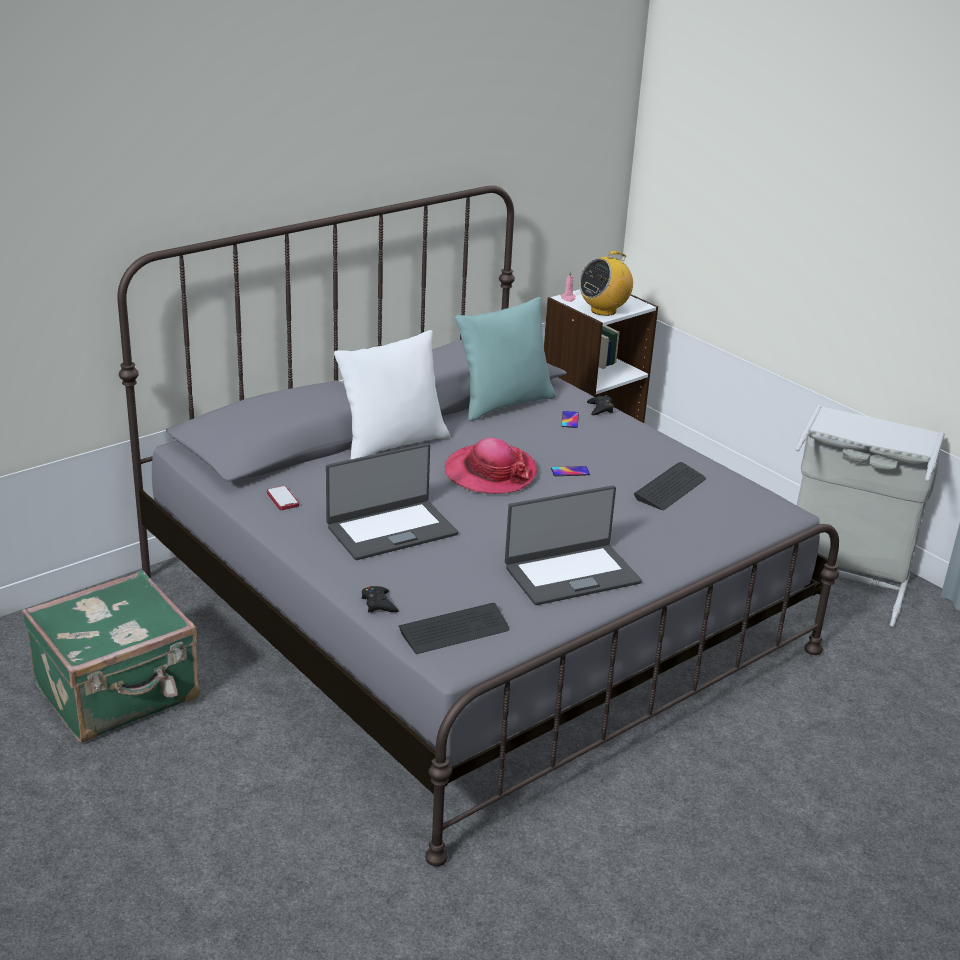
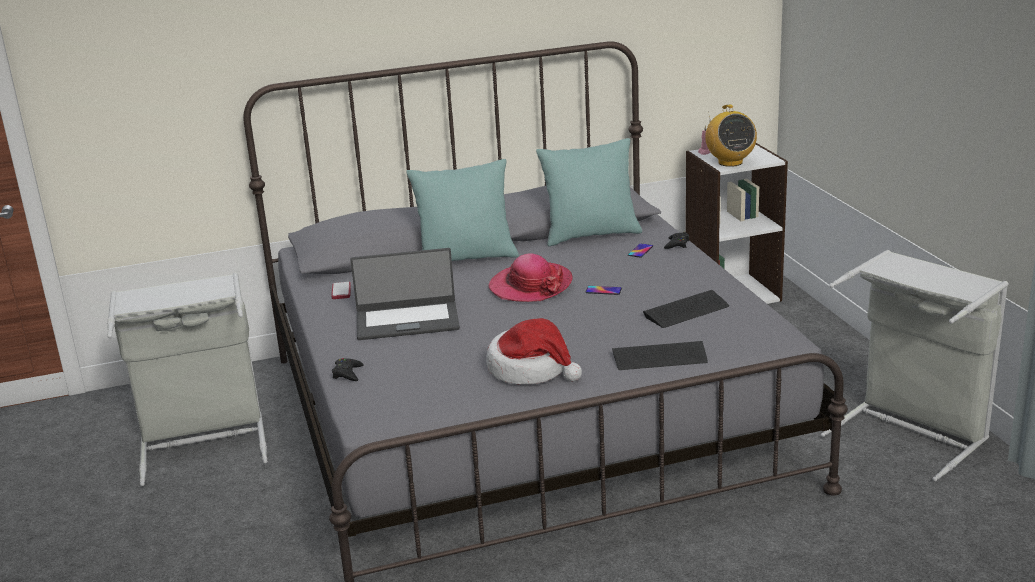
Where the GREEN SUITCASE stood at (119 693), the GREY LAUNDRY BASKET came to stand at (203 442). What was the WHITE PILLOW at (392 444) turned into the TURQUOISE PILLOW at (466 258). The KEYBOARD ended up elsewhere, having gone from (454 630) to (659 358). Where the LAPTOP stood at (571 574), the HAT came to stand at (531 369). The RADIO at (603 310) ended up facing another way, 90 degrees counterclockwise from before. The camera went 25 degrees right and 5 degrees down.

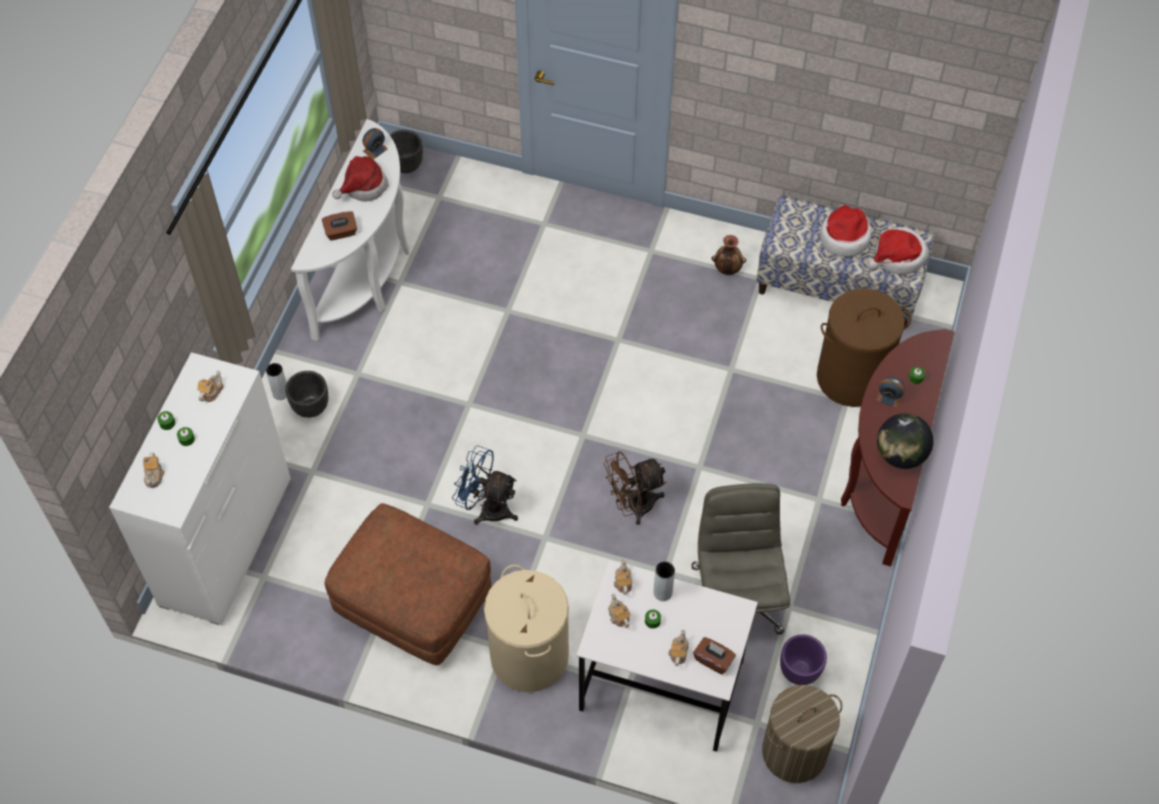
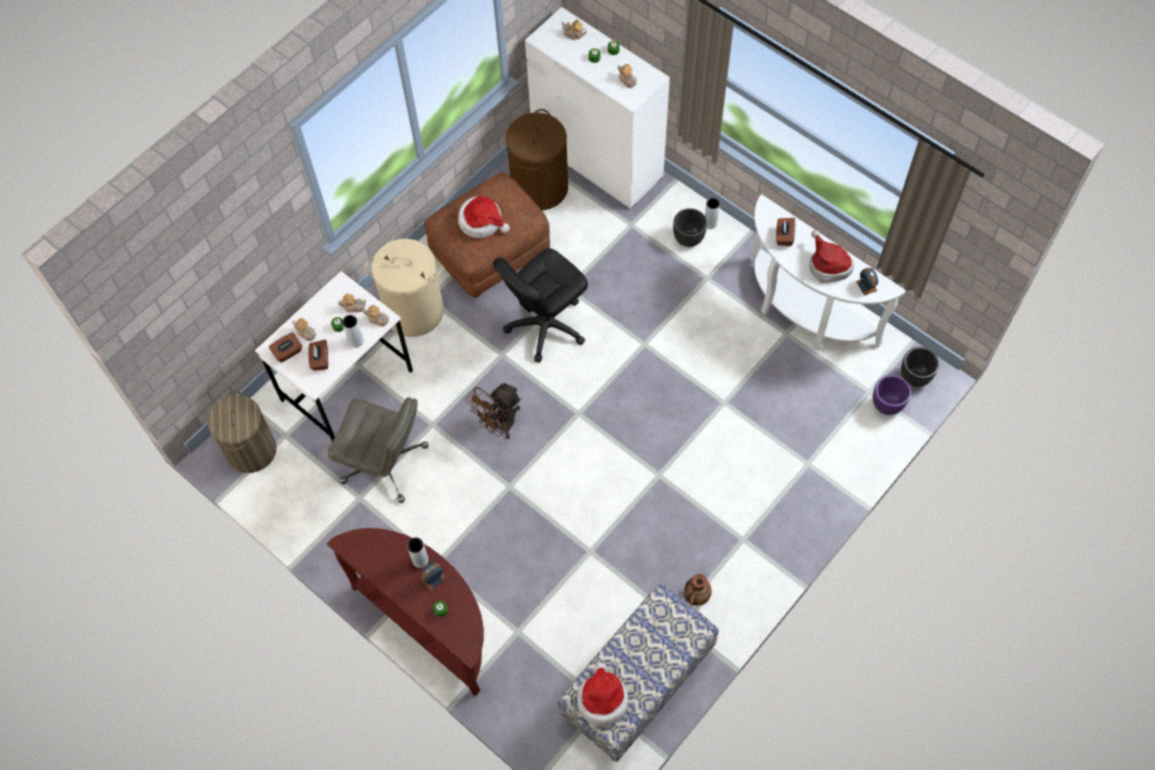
Where the BLUE FAN stood at (487 508), the BLACK OFFICE CHAIR came to stand at (545 325). The BROWN FAN at (633 505) ended up facing another way, 135 degrees counterclockwise from before. The PURPLE PLANTER ended up elsewhere, having gone from (799 672) to (886 405). The BROWN LAUNDRY BASKET ended up elsewhere, having gone from (851 378) to (539 187). The HAT ended up elsewhere, having gone from (844 237) to (482 222). The second view lost the GLOBE at (900 455). The second view gained the BROWN TISSUE BOX at (320 360). The second view gained the GREY VASE at (420 560). The camera went 115 degrees right and 5 degrees up.

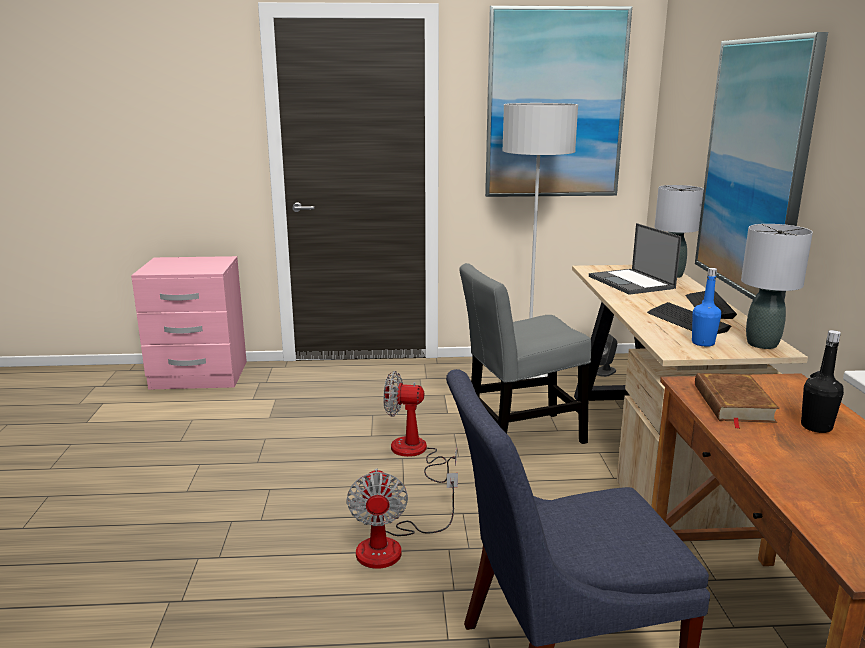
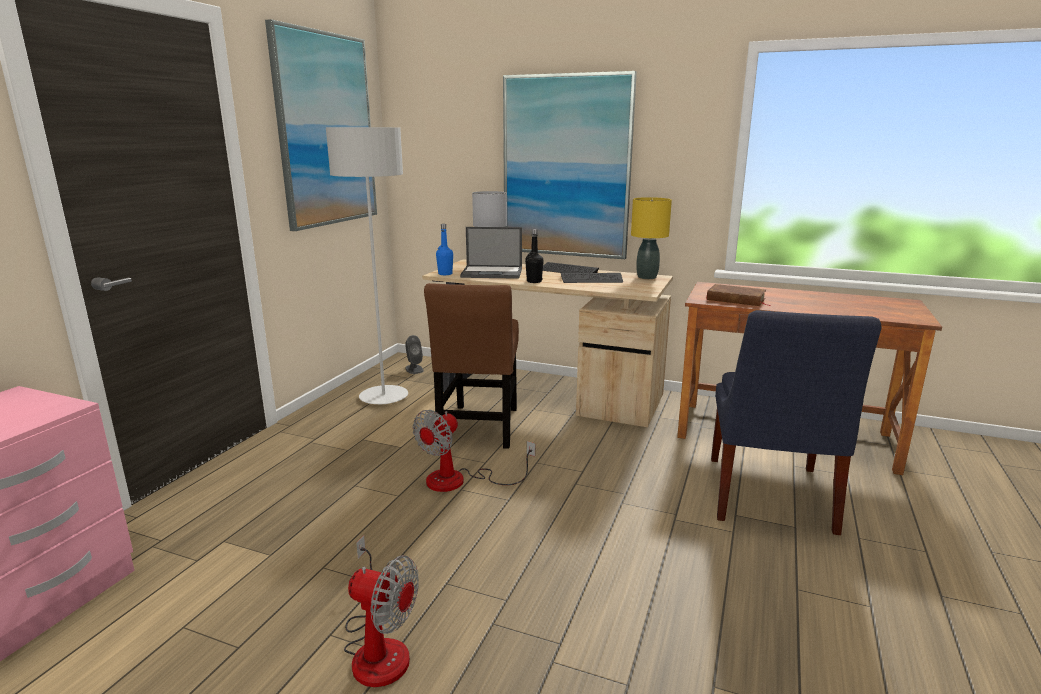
The FAN ended up elsewhere, having gone from (392 546) to (378 647). What was the GREY CHAIR at (519 436) turned into the BROWN CHAIR at (479 428). The BLUE BOTTLE ended up elsewhere, having gone from (703 343) to (445 274). What was the GREY TABLE LAMP at (762 344) turned into the YELLOW TABLE LAMP at (646 277). The BLACK BOTTLE ended up elsewhere, having gone from (816 427) to (534 281). The camera went 65 degrees left and 0 degrees up.

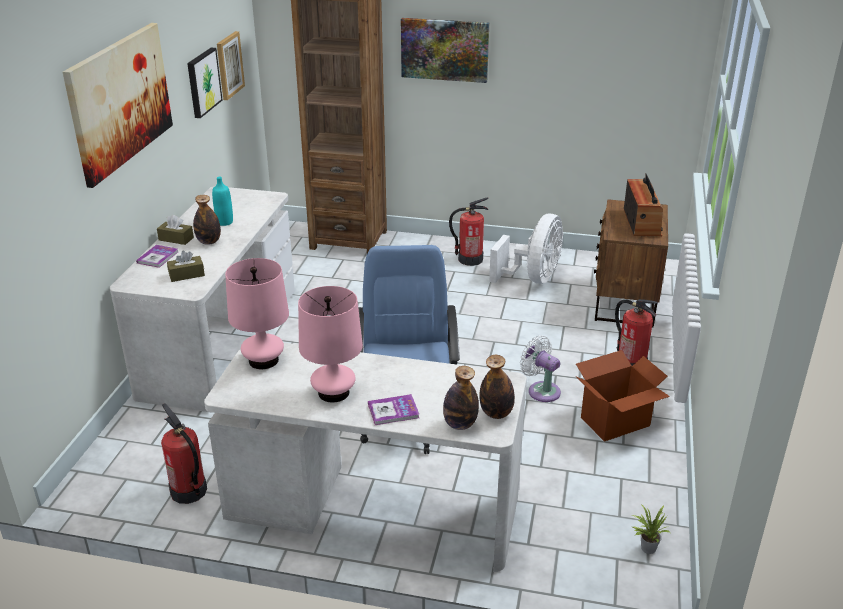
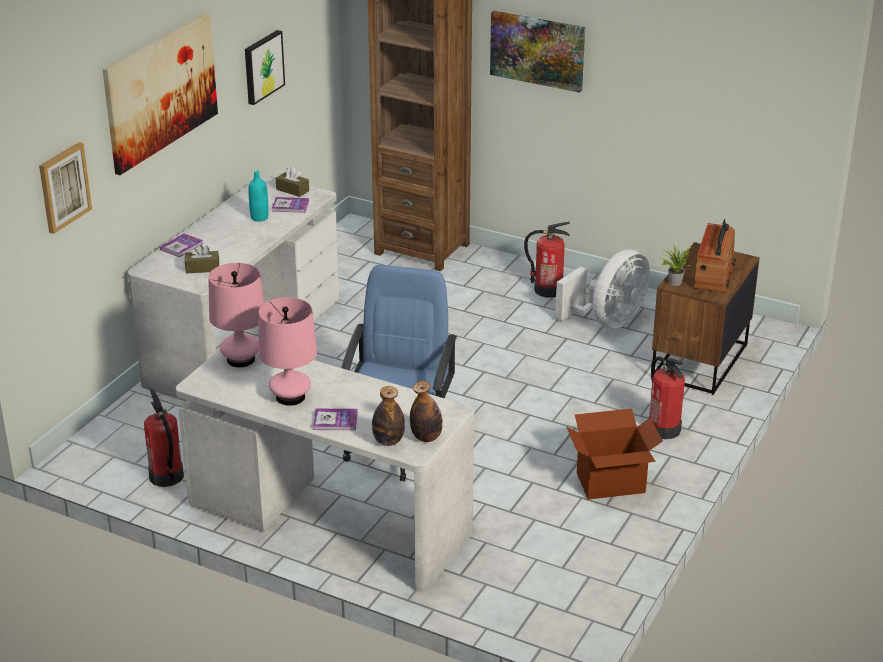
The BROWN TISSUE BOX ended up elsewhere, having gone from (176 239) to (292 190). The second view lost the BOTTLE at (209 242). The PICTURE ended up elsewhere, having gone from (229 65) to (64 187). The second view lost the WHITE FAN at (541 390). The POTTED PLANT ended up elsewhere, having gone from (646 547) to (673 282). The second view gained the BOOK at (290 206). The camera went 15 degrees right and 0 degrees up.

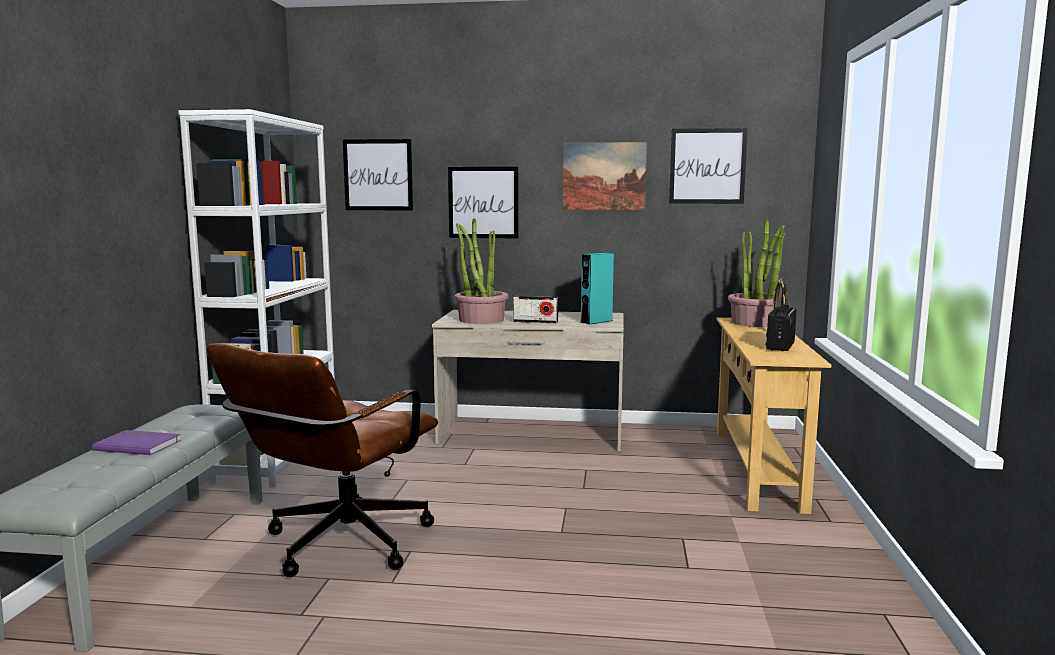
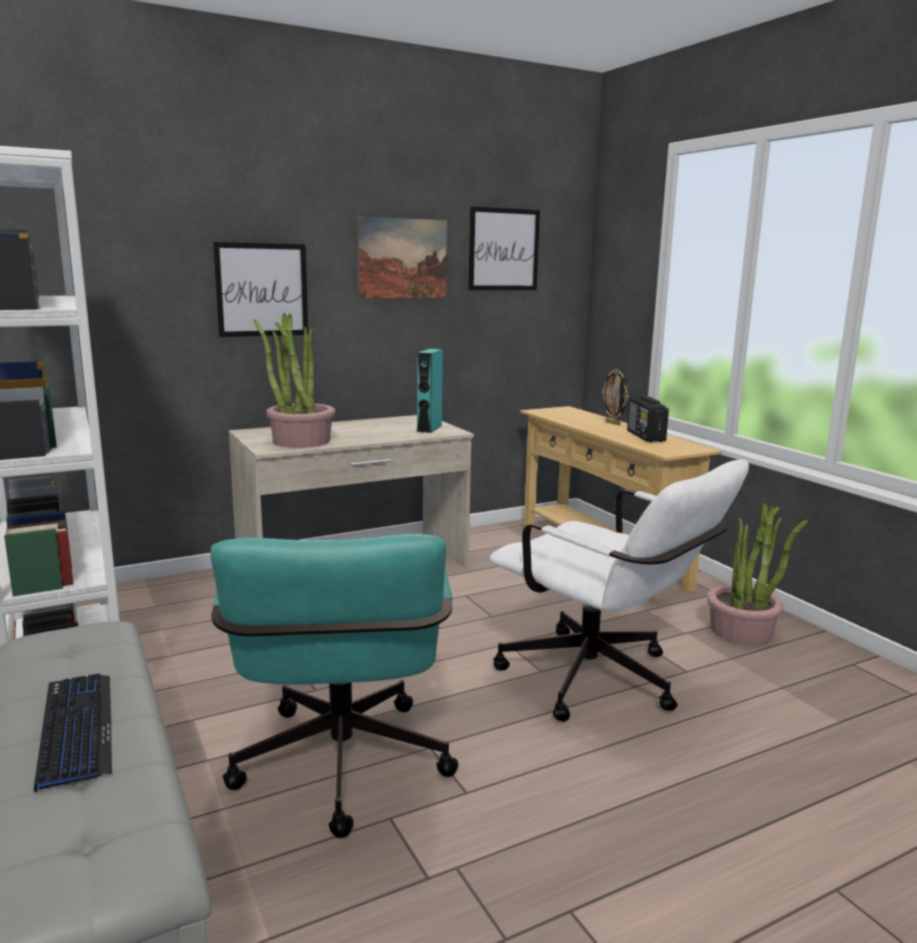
Where the PURPLE BOOK stood at (139 445), the KEYBOARD came to stand at (76 729). What was the BROWN OFFICE CHAIR at (337 547) turned into the TURQUOISE OFFICE CHAIR at (341 774). The second view lost the PICTURE at (378 175). The second view lost the RADIO at (535 322). The POTTED PLANT ended up elsewhere, having gone from (755 323) to (742 630). The second view gained the WHITE OFFICE CHAIR at (603 683). The camera went 35 degrees left and 5 degrees up.

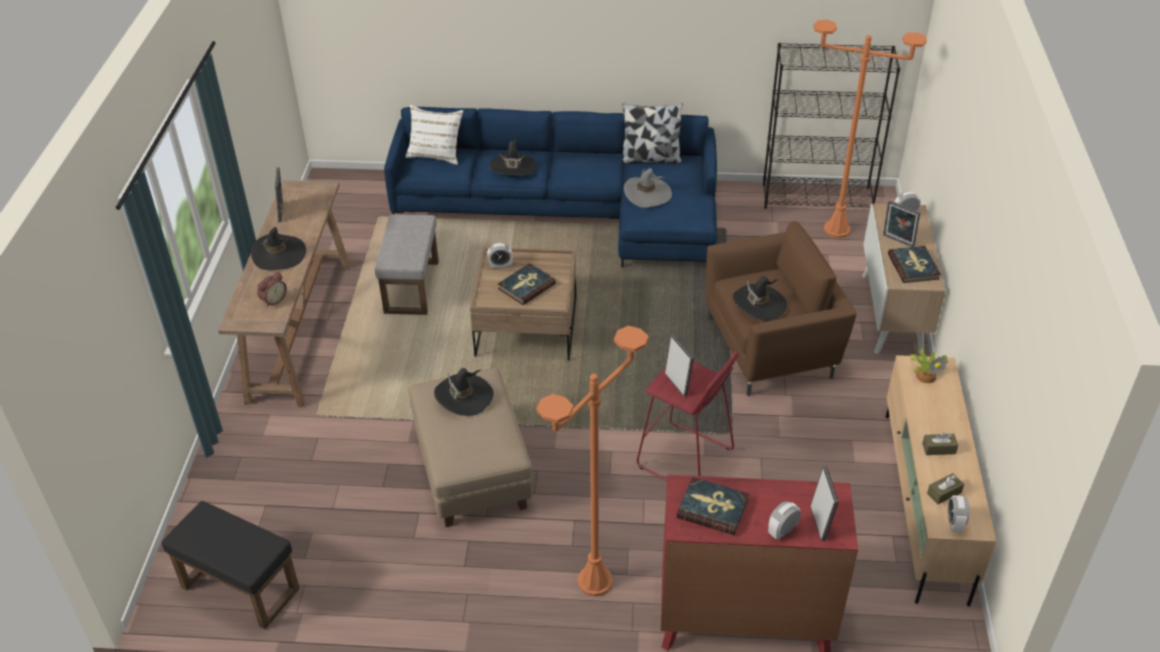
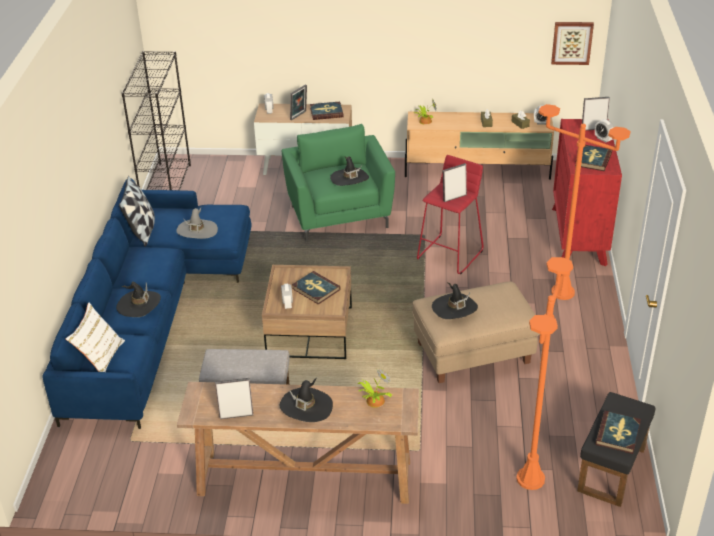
Where the ALARM CLOCK stood at (273 300), the POTTED PLANT came to stand at (374 401). What was the BROWN ARMCHAIR at (771 348) turned into the GREEN ARMCHAIR at (339 215). The ORANGE FLOOR LAMP ended up elsewhere, having gone from (837 229) to (530 478). The second view gained the PICTURE at (572 42). The second view gained the BOOK at (618 434). The camera went 90 degrees left and 5 degrees down.

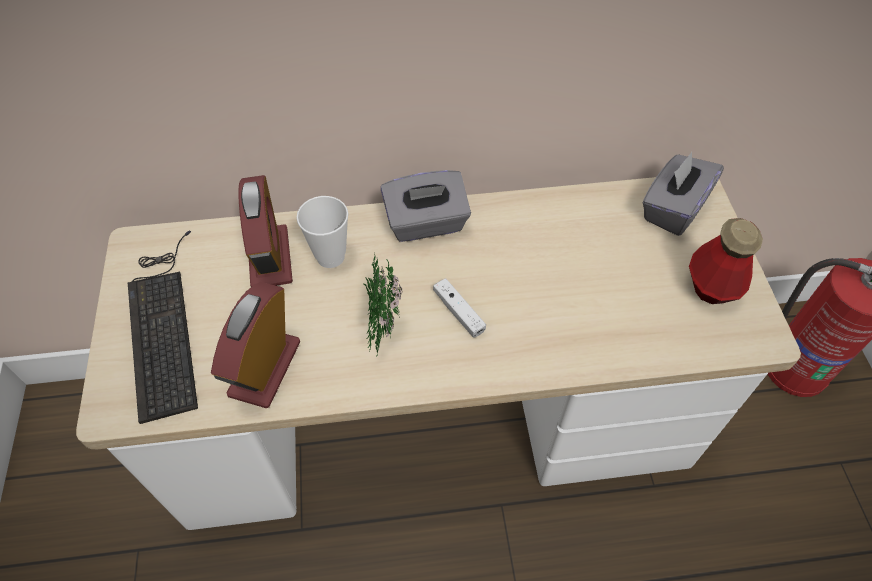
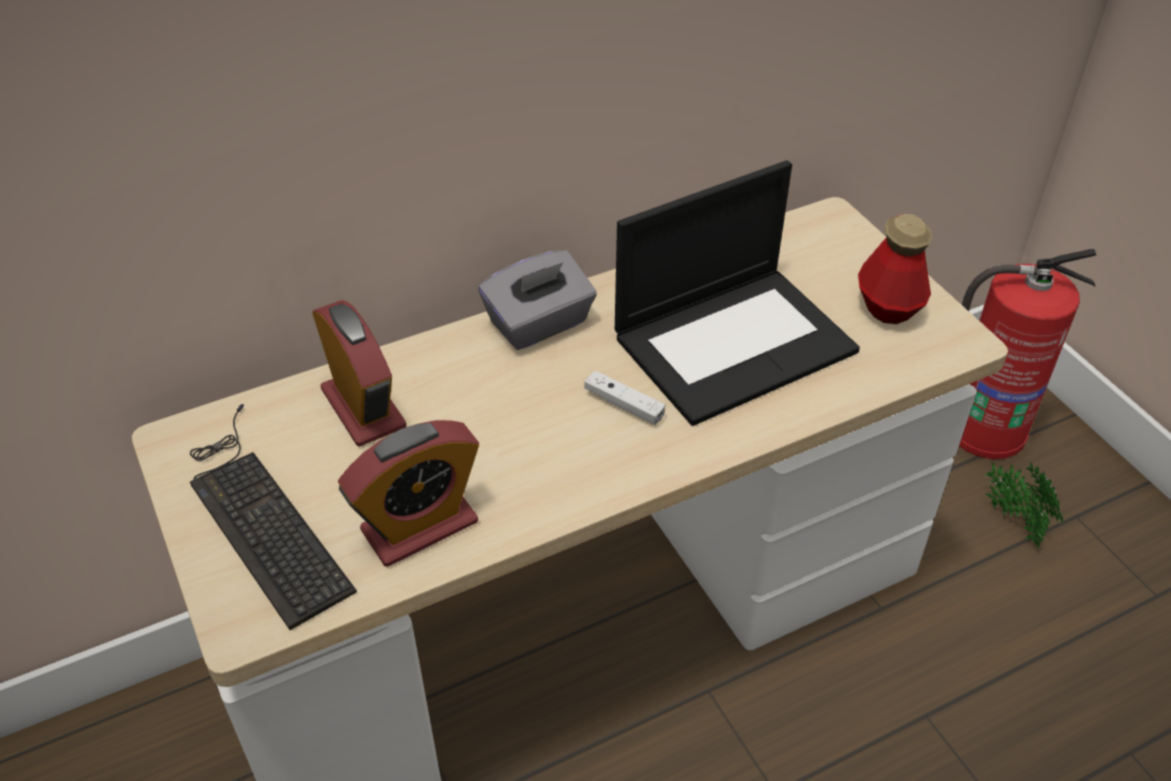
The ALARM CLOCK at (265 368) ended up facing another way, 120 degrees counterclockwise from before. The second view lost the CUP at (330 256). The POTTED PLANT ended up elsewhere, having gone from (382 321) to (1014 520). The second view lost the GREY TISSUE BOX at (673 208). The second view gained the LAPTOP at (735 342). The camera went 20 degrees left and 10 degrees down.

